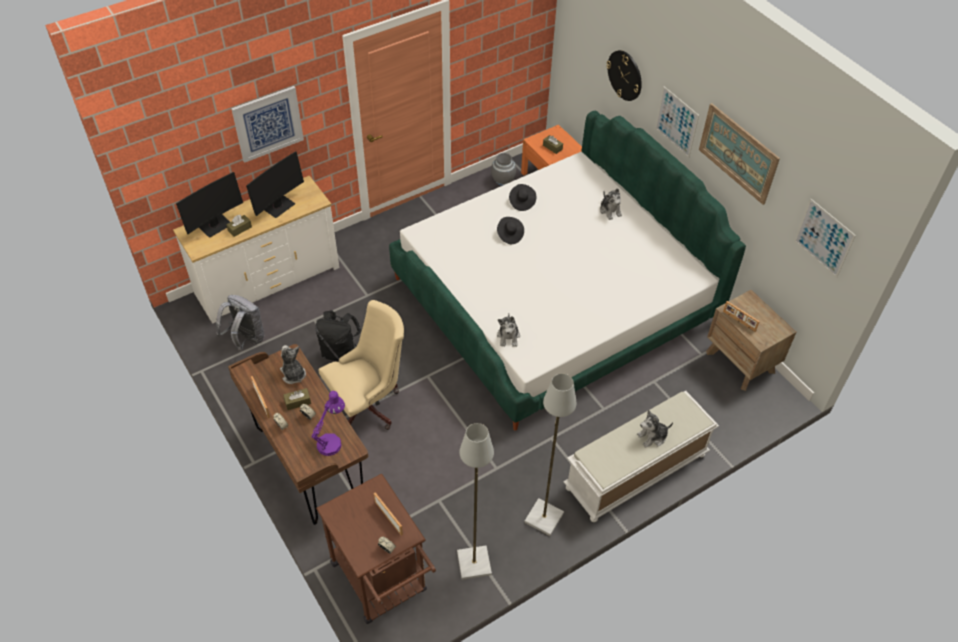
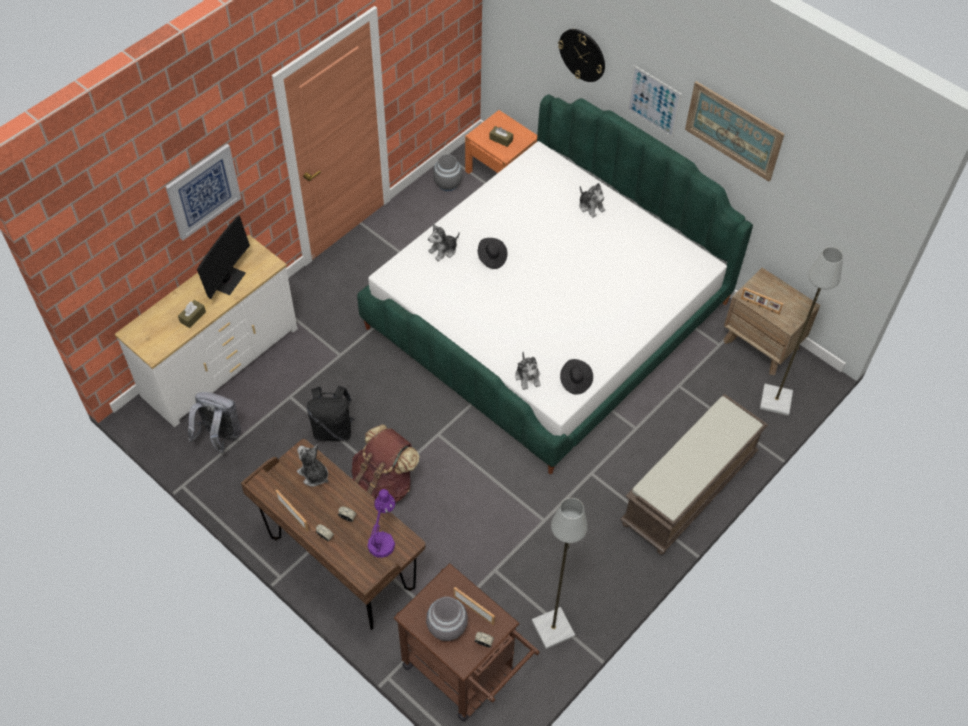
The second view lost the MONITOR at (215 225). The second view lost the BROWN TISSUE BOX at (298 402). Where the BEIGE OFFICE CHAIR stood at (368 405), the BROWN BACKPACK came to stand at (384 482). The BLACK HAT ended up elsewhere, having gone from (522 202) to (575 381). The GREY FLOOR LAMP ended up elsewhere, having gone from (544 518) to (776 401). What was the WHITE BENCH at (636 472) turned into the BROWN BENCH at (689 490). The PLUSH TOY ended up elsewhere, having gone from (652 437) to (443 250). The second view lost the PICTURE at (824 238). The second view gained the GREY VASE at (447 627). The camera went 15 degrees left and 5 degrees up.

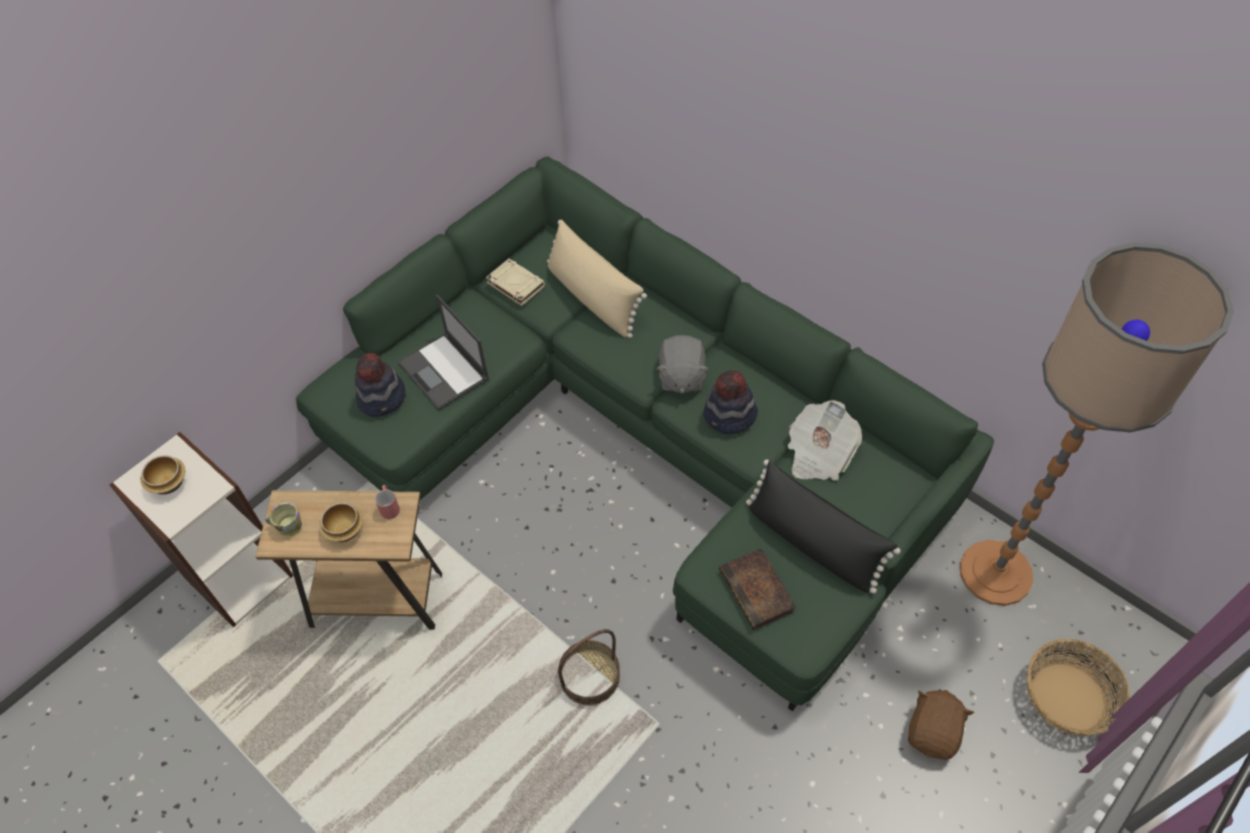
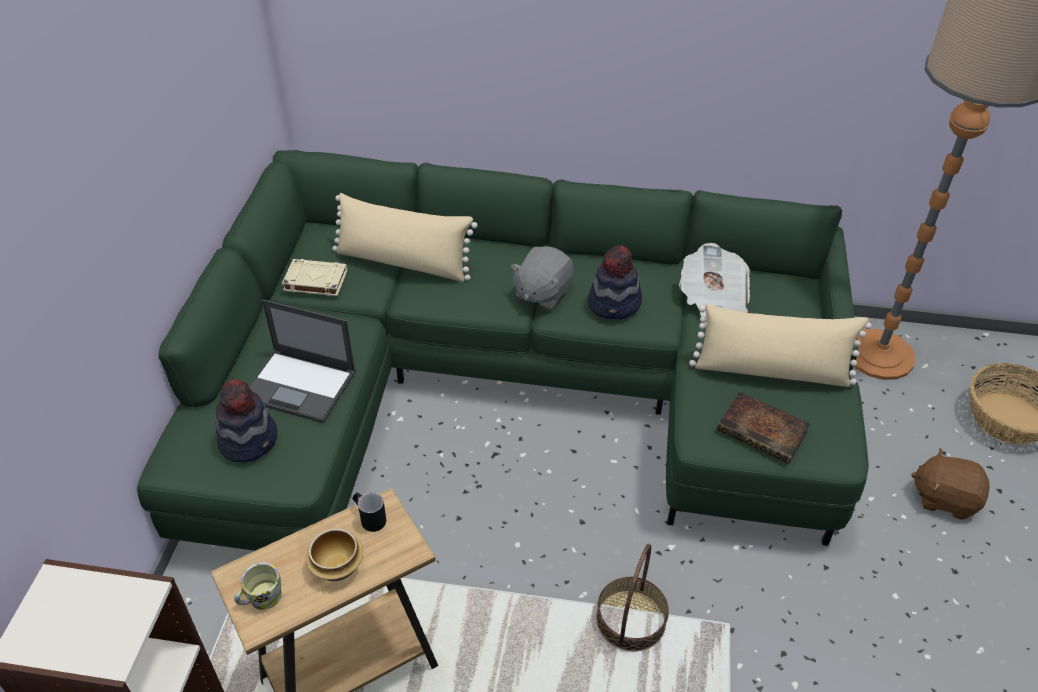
The second view lost the BOWL at (168 483). What was the RED MUG at (389 506) turned into the BLACK MUG at (369 517). The GREY PLUSH TOY at (681 377) ended up facing another way, 60 degrees clockwise from before. What was the BLACK PILLOW at (813 543) turned into the BEIGE PILLOW at (772 371). The BROWN PLUSH TOY at (933 732) ended up facing another way, 60 degrees counterclockwise from before. The camera went 35 degrees left and 10 degrees down.

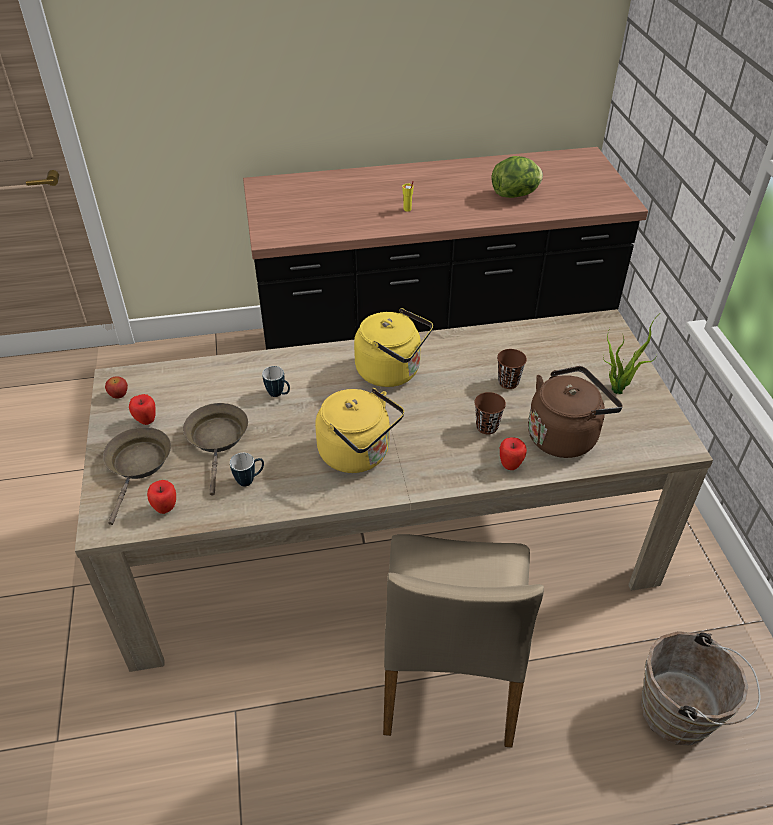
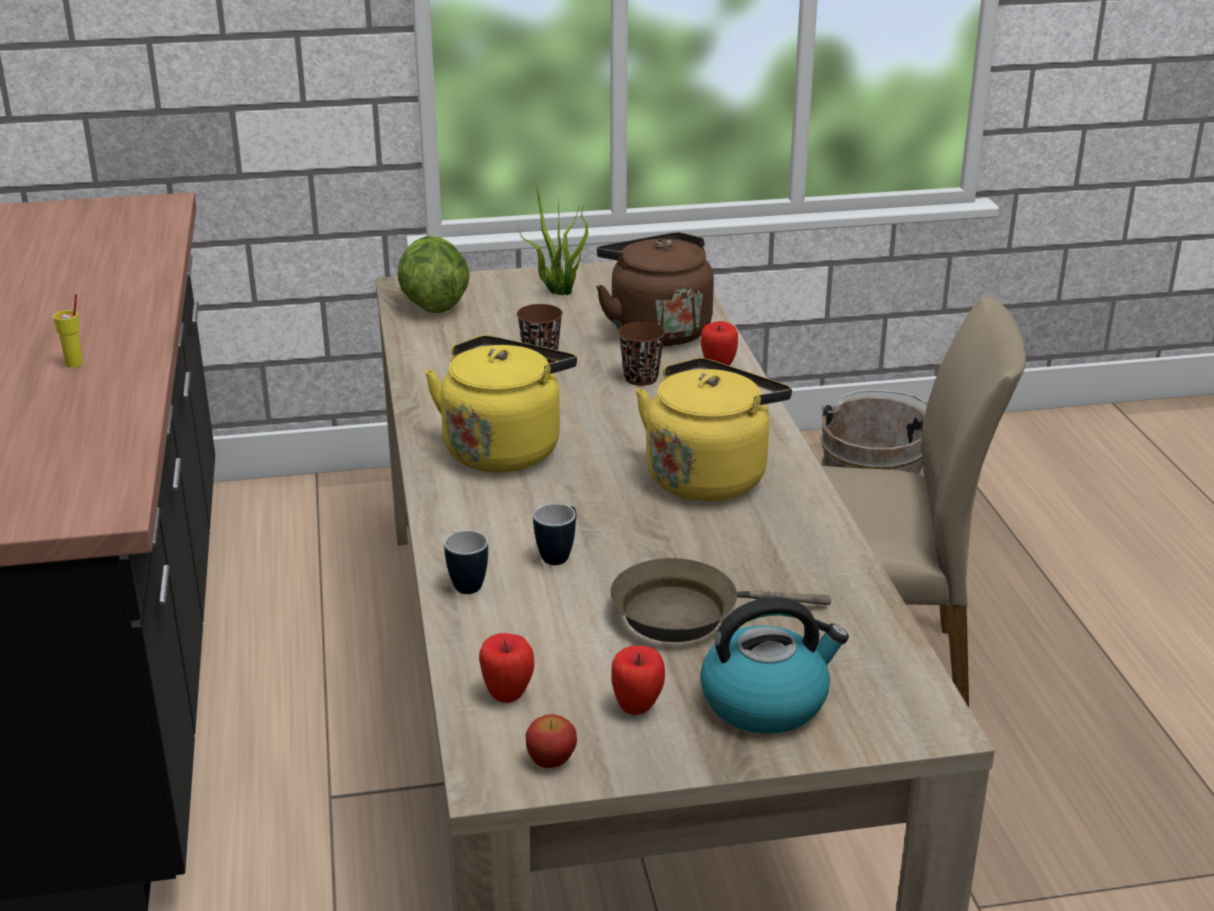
Where the BROWN FRYING PAN stood at (138 465), the KETTLE came to stand at (766 701). The APPLE ended up elsewhere, having gone from (165 509) to (507 694). The MUG ended up elsewhere, having gone from (250 480) to (465 583). The LETTUCE ended up elsewhere, having gone from (515 194) to (432 305). The camera went 90 degrees left and 15 degrees down.

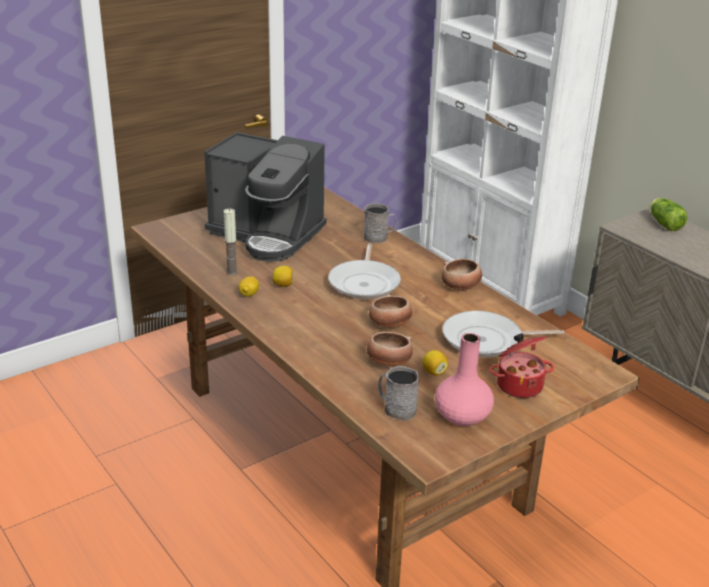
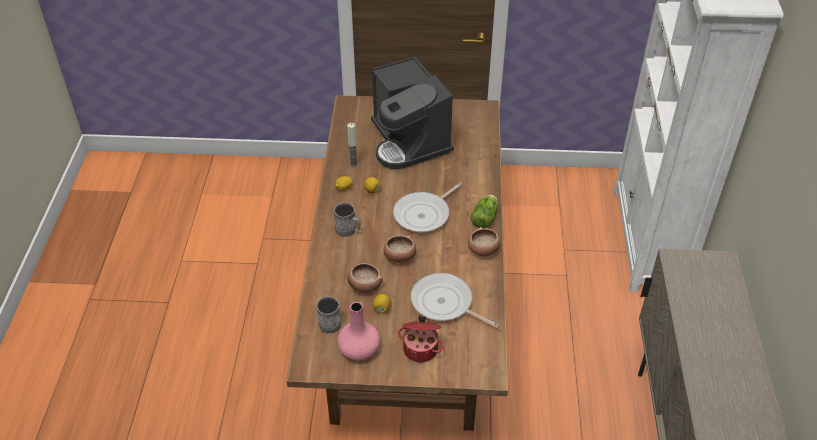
The GREY MUG ended up elsewhere, having gone from (379 237) to (348 230). The LETTUCE ended up elsewhere, having gone from (663 223) to (485 217). The camera went 40 degrees right and 15 degrees up.

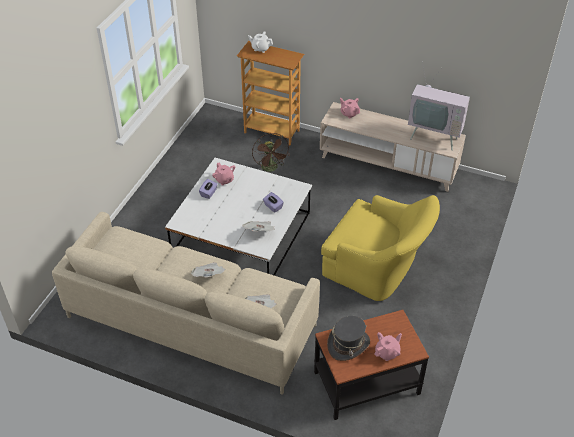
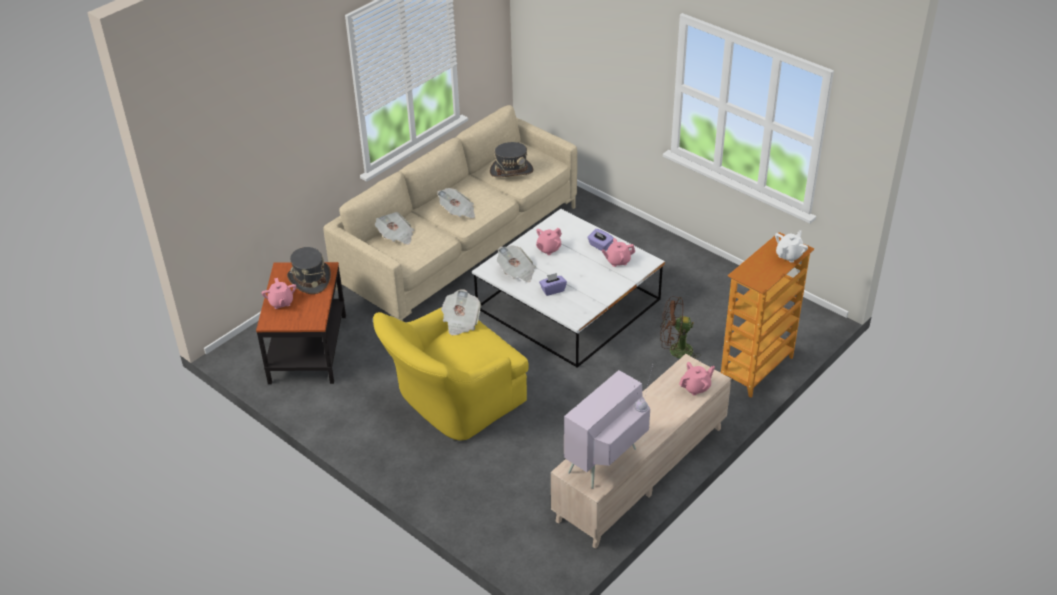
The second view gained the NEWSPAPER at (460 321). The second view gained the GREY HAT at (511 171). The second view gained the PINK TEAPOT at (548 249). The camera went 110 degrees right and 5 degrees down.

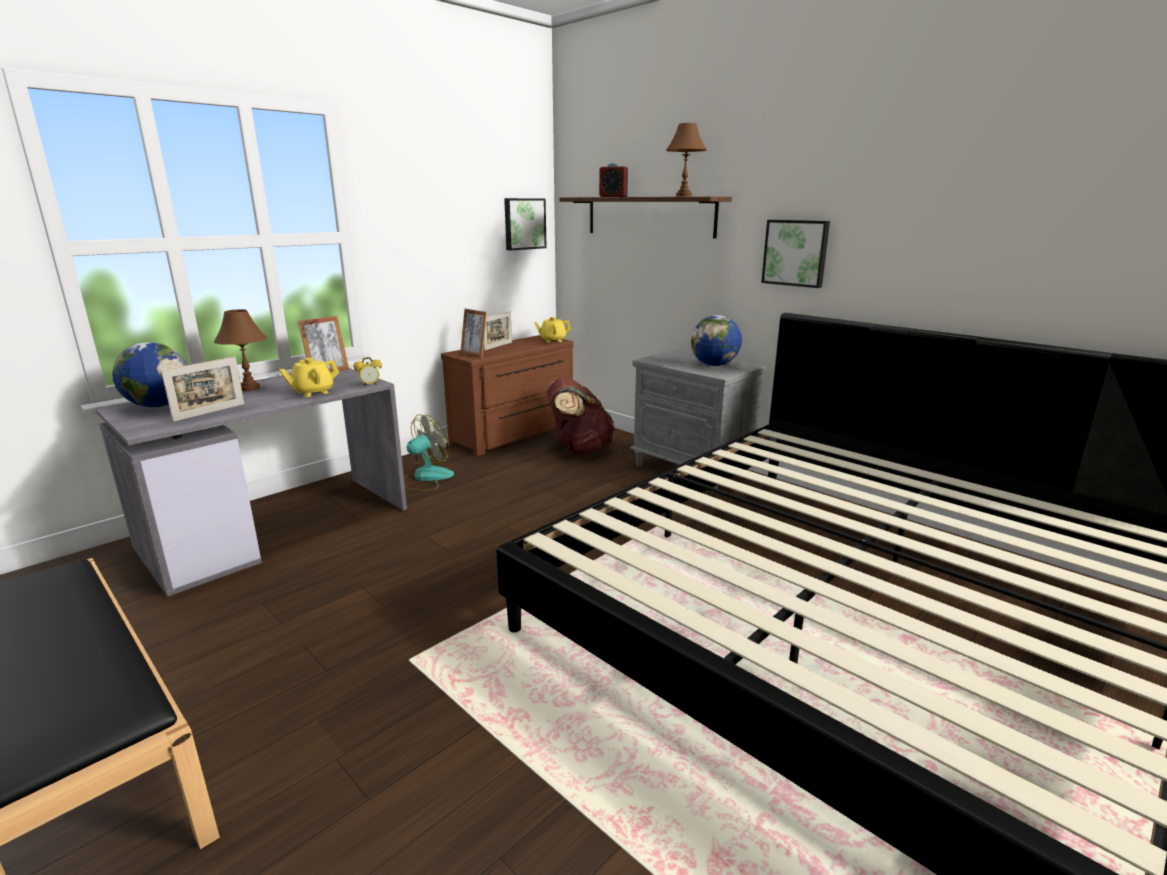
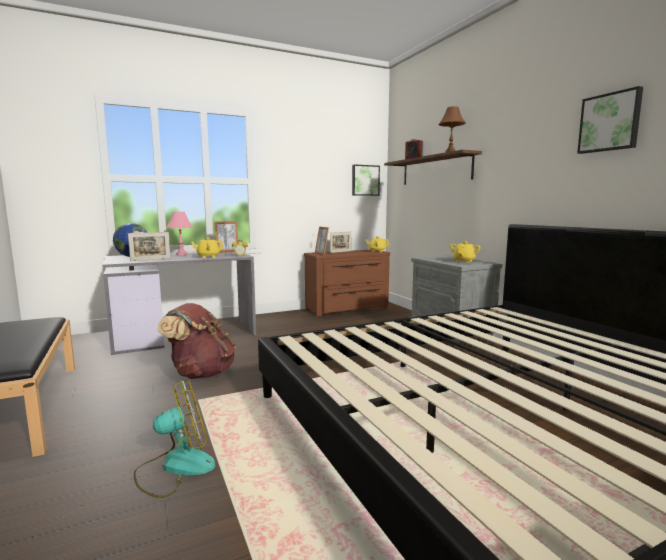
What was the BROWN TABLE LAMP at (250 388) turned into the PINK TABLE LAMP at (181 254). The FAN ended up elsewhere, having gone from (425 478) to (175 467). The BROWN BACKPACK ended up elsewhere, having gone from (579 449) to (201 373). Where the GLOBE stood at (714 365), the YELLOW TEAPOT came to stand at (464 261). The PICTURE ended up elsewhere, having gone from (796 253) to (610 122). The camera went 20 degrees right and 10 degrees down.

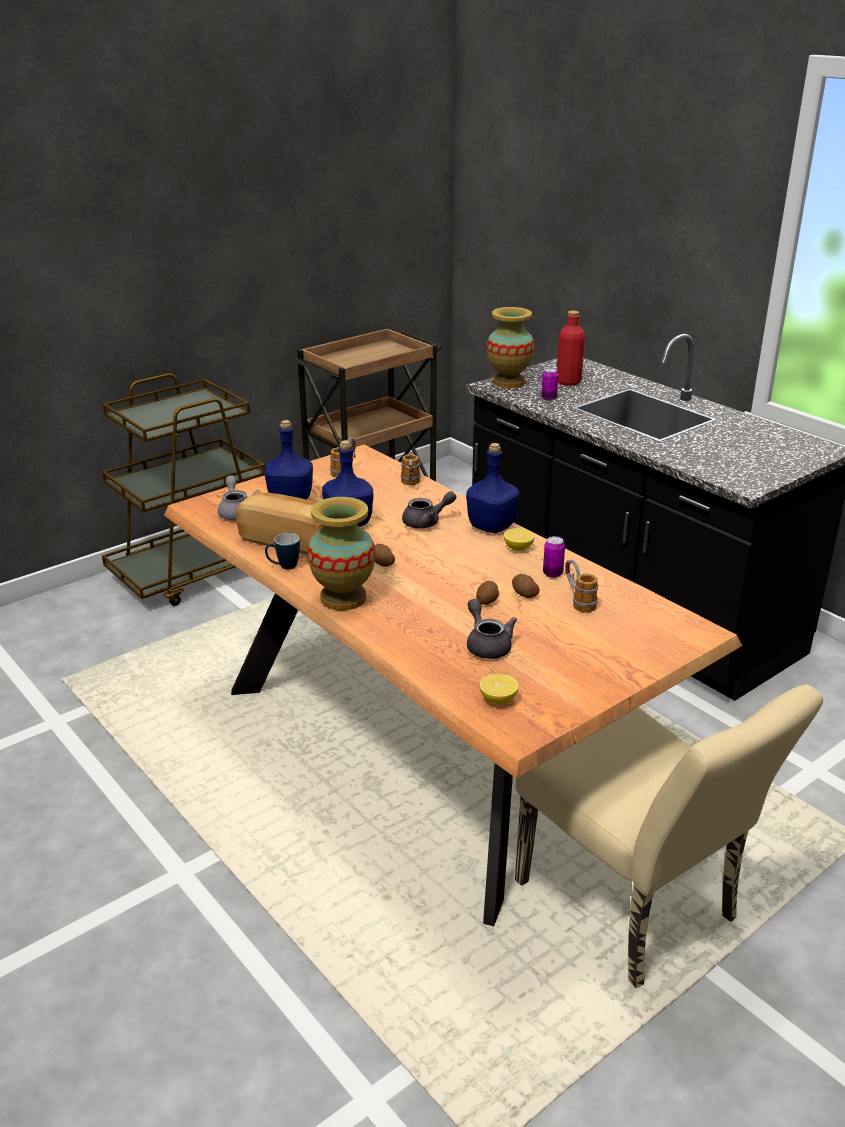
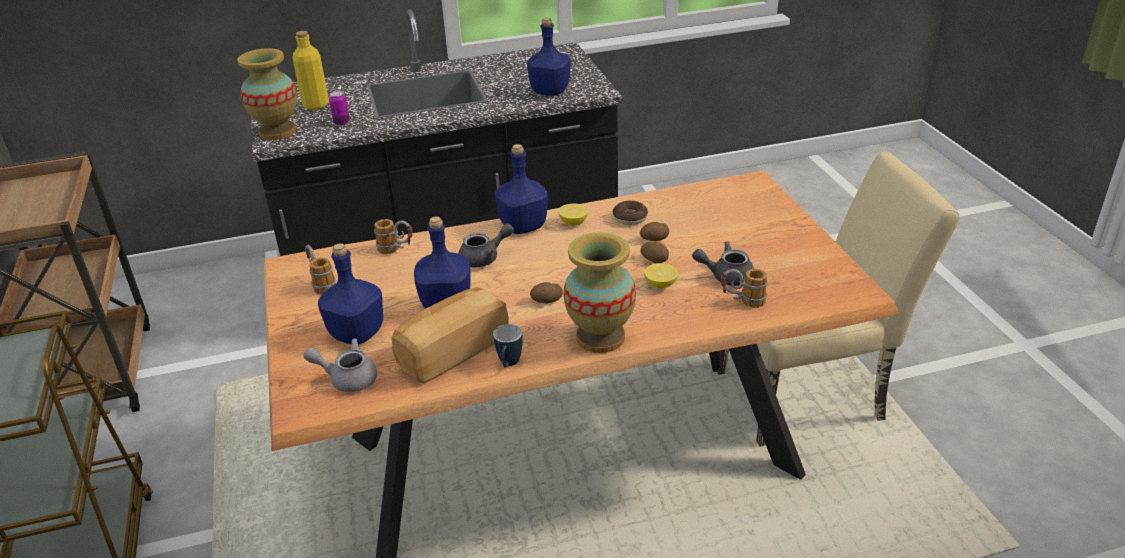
The GREY TEAPOT at (427 522) ended up facing another way, 60 degrees clockwise from before. The LEMON ended up elsewhere, having gone from (498 699) to (660 285). Where the CAN stood at (552 574), the DONUT came to stand at (630 218). What was the RED BOTTLE at (568 382) turned into the YELLOW BOTTLE at (316 105). The MUG ended up elsewhere, having gone from (577 601) to (742 302). The second view gained the BLUE BOTTLE at (549 91). The camera went 65 degrees left and 5 degrees up.

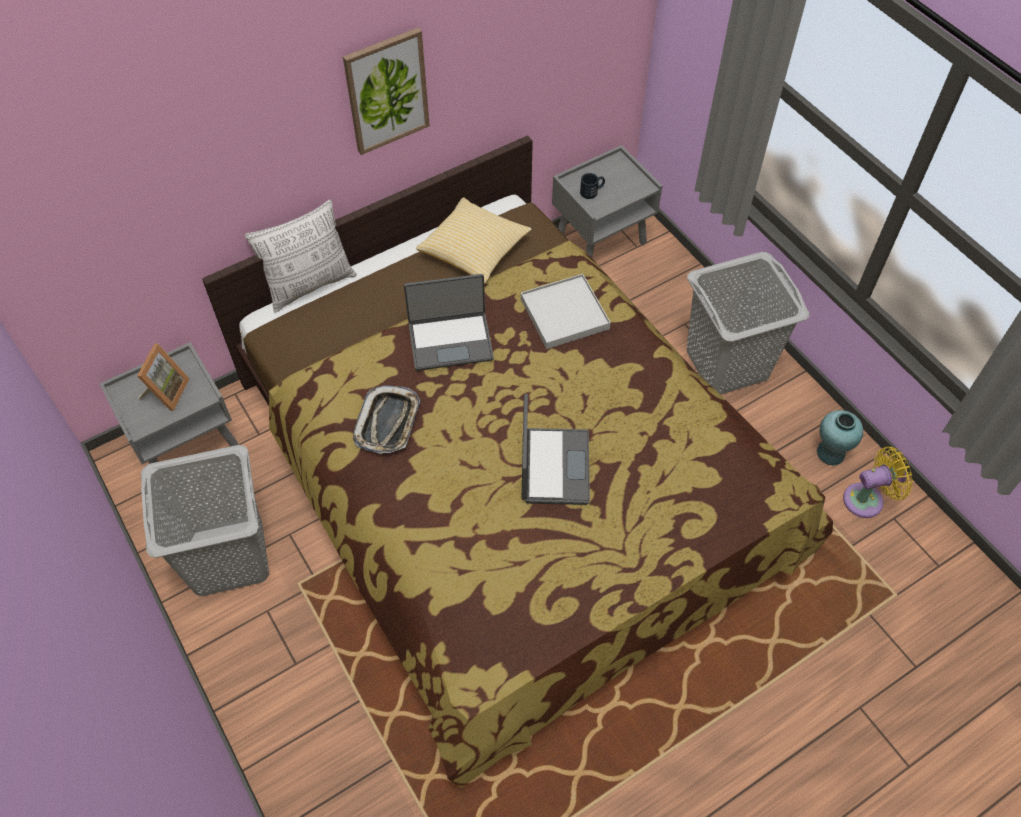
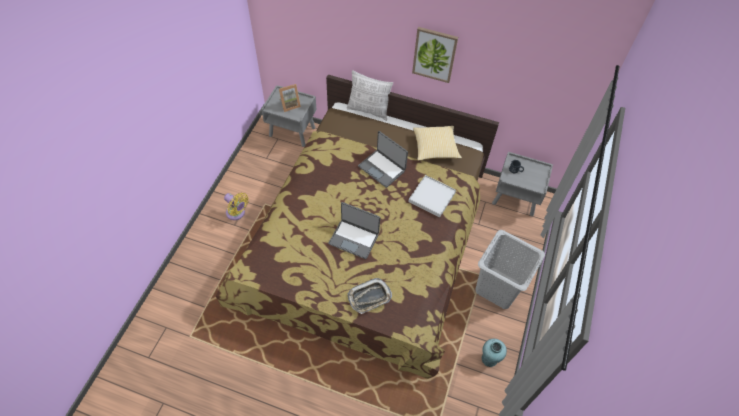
The second view lost the GREY LAUNDRY BASKET at (228 556). The TRAY ended up elsewhere, having gone from (388 423) to (369 297). The LAPTOP at (553 467) ended up facing another way, 60 degrees clockwise from before. The YELLOW FAN ended up elsewhere, having gone from (867 499) to (237 213). The camera went 50 degrees right and 0 degrees up.

